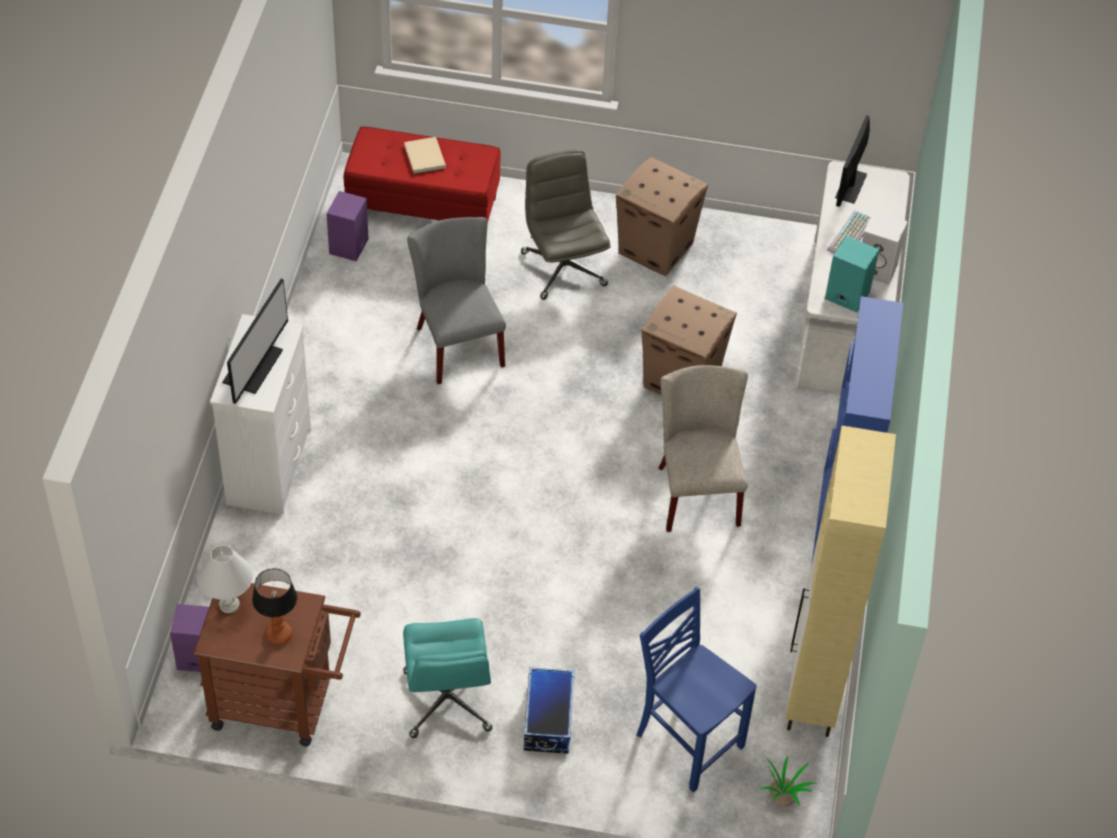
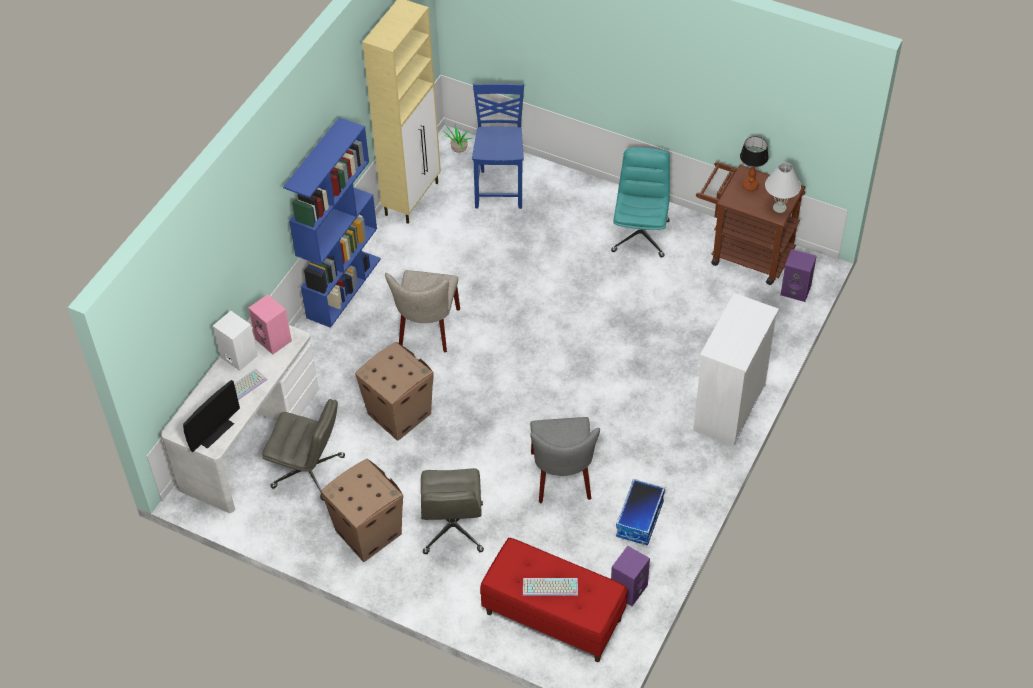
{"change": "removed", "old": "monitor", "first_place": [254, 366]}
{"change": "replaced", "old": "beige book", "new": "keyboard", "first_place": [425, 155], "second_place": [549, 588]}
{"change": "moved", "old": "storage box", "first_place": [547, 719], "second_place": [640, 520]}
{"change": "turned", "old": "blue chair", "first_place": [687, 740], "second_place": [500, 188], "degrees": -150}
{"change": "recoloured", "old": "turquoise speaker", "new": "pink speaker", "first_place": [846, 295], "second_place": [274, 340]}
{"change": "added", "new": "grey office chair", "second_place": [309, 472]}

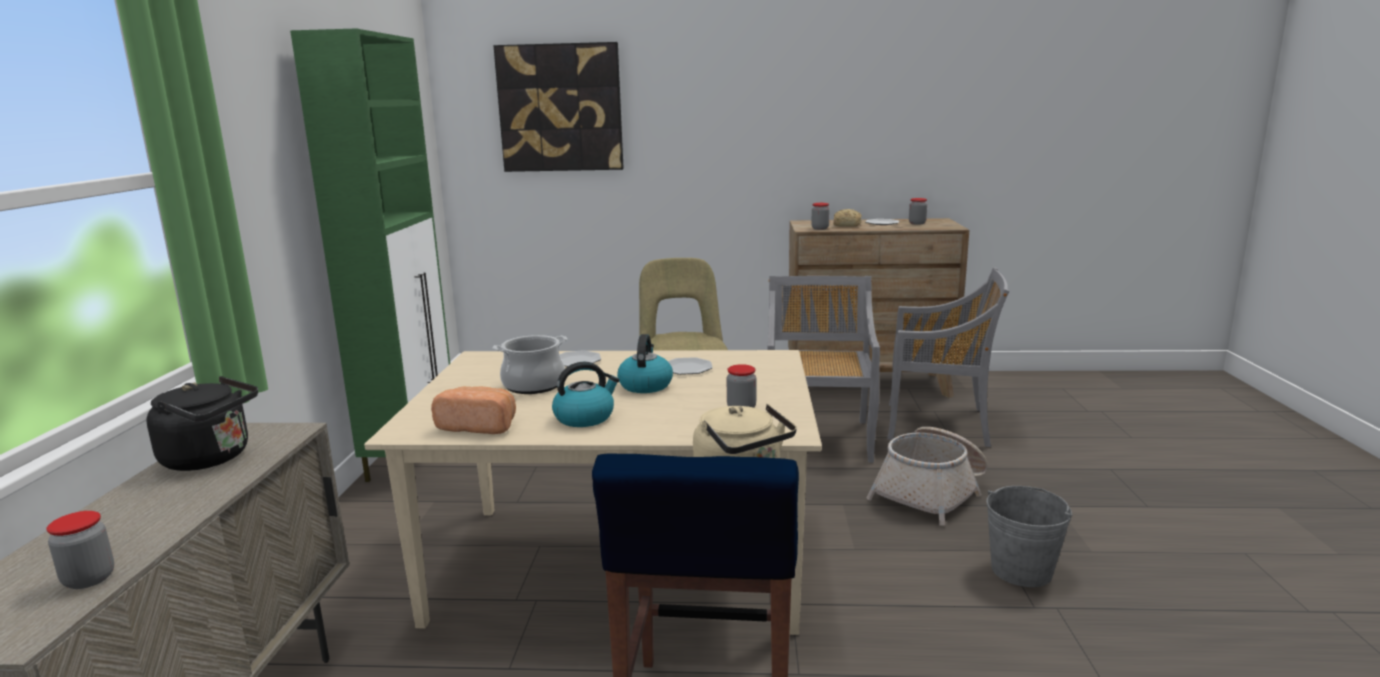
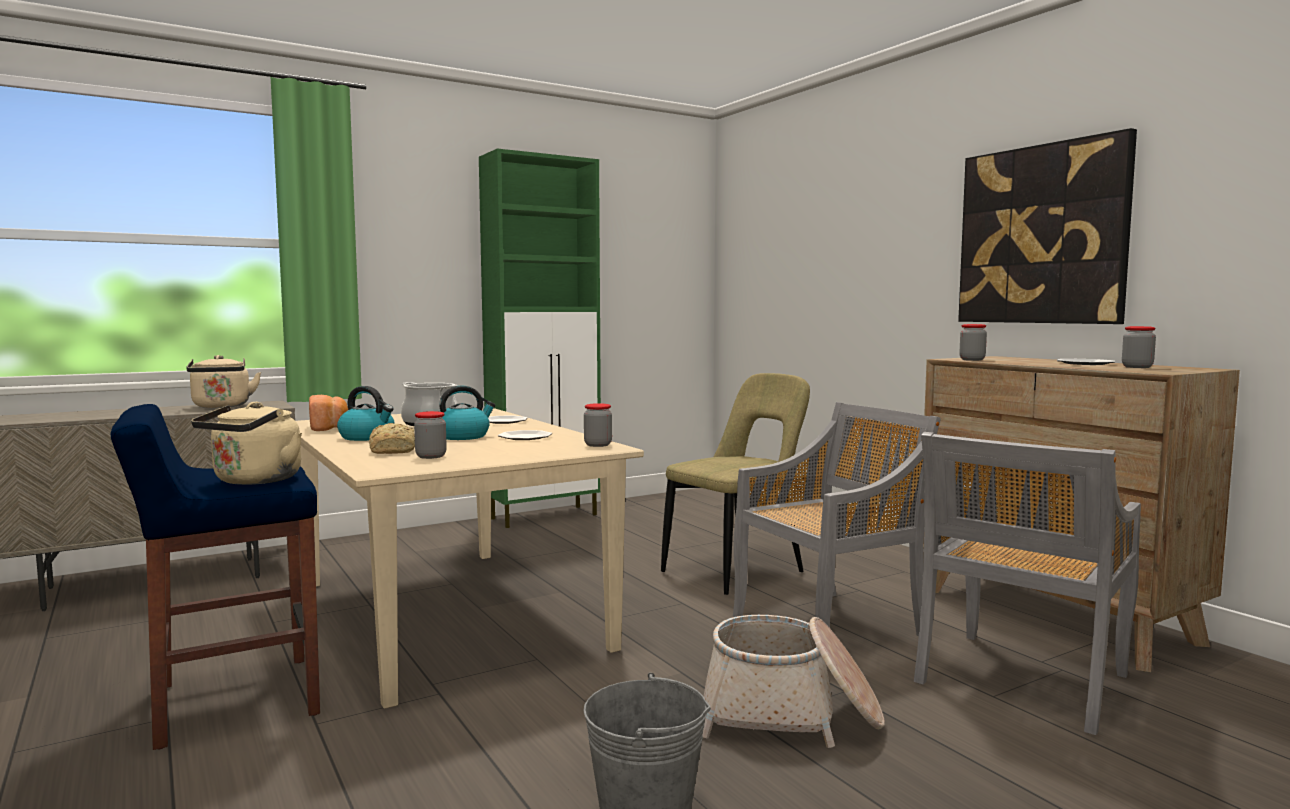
{"change": "moved", "old": "jar", "first_place": [89, 579], "second_place": [598, 445]}
{"change": "recoloured", "old": "black kettle", "new": "beige kettle", "first_place": [211, 458], "second_place": [222, 406]}
{"change": "moved", "old": "picture", "first_place": [560, 108], "second_place": [1041, 235]}
{"change": "moved", "old": "bread", "first_place": [846, 225], "second_place": [393, 451]}
{"change": "turned", "old": "grey chair", "first_place": [939, 424], "second_place": [1021, 681], "degrees": 60}

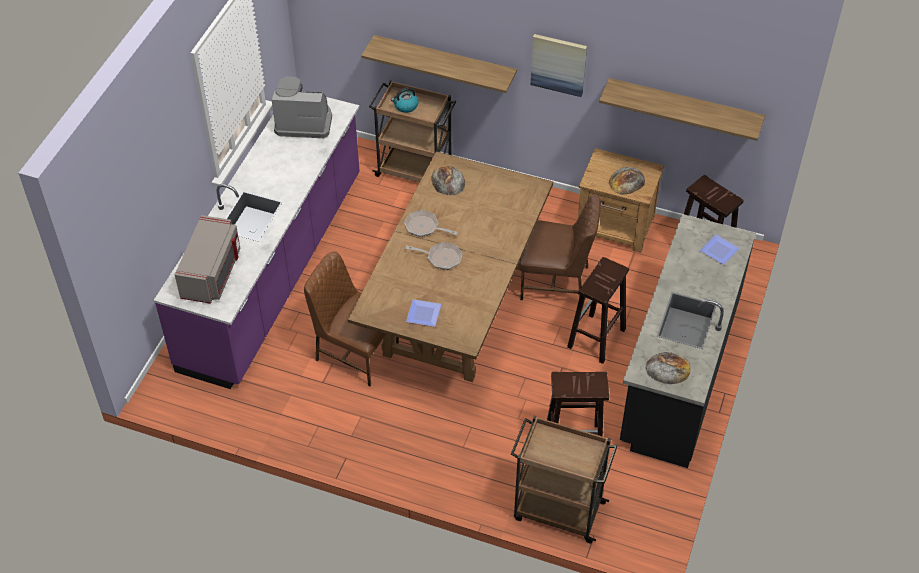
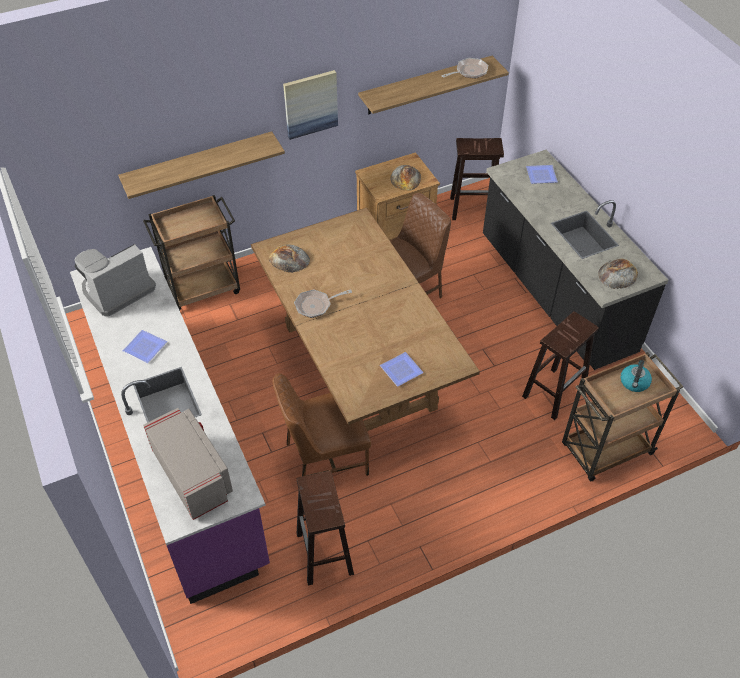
{"change": "moved", "old": "kettle", "first_place": [405, 106], "second_place": [634, 383]}
{"change": "moved", "old": "frying pan", "first_place": [441, 258], "second_place": [469, 72]}
{"change": "moved", "old": "brown stool", "first_place": [596, 339], "second_place": [325, 554]}
{"change": "added", "new": "plate", "second_place": [145, 346]}

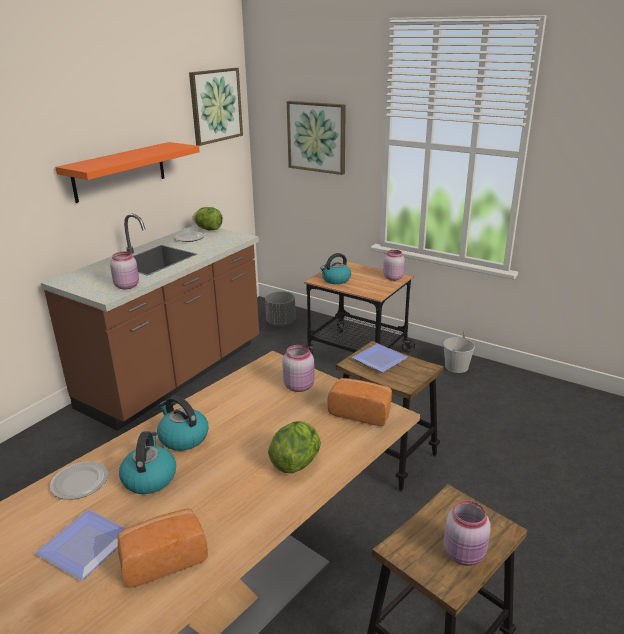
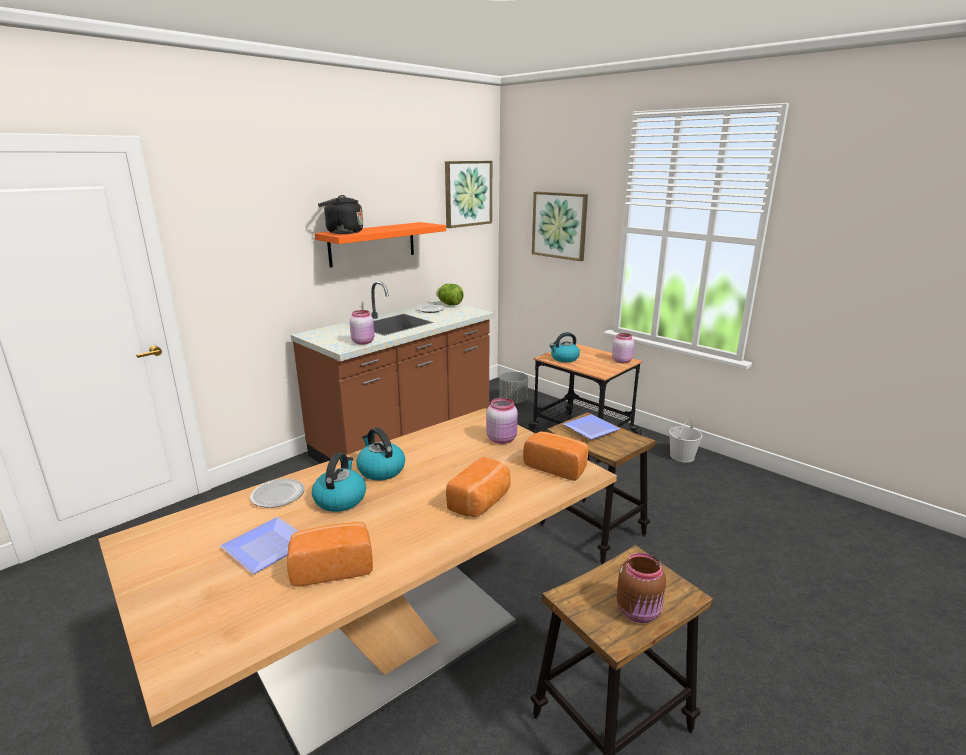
{"change": "replaced", "old": "lettuce", "new": "bread", "first_place": [296, 462], "second_place": [481, 502]}
{"change": "recoloured", "old": "pink jar", "new": "brown jar", "first_place": [465, 554], "second_place": [639, 612]}
{"change": "added", "new": "black kettle", "second_place": [342, 232]}

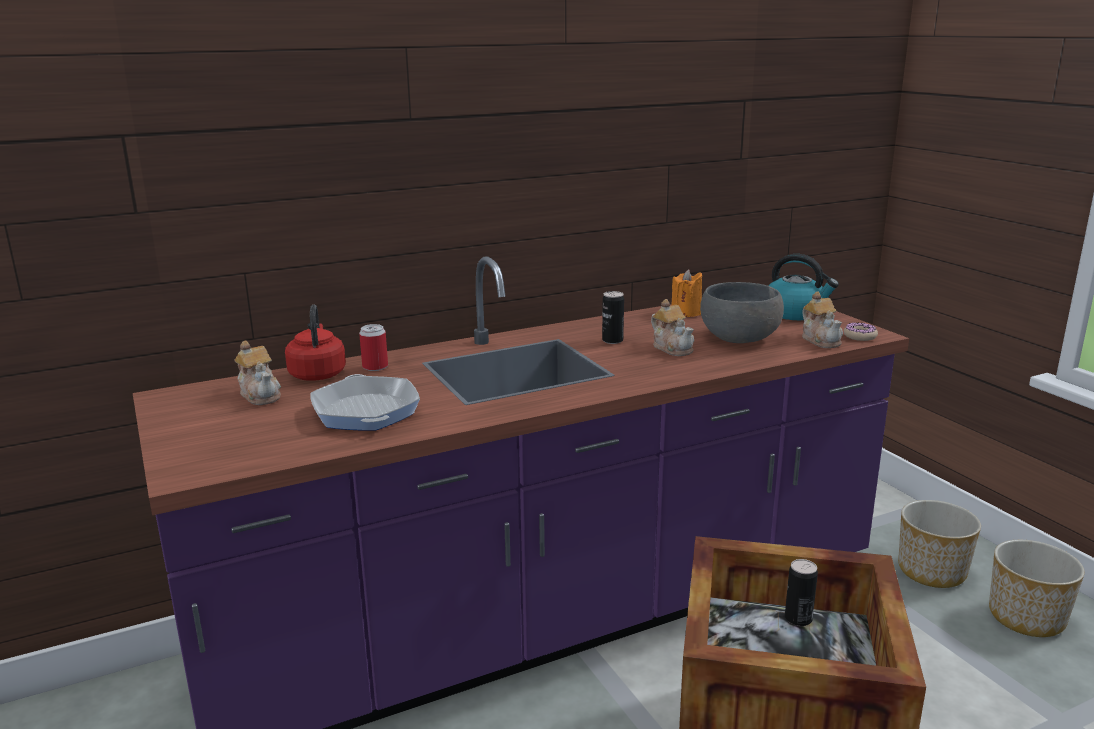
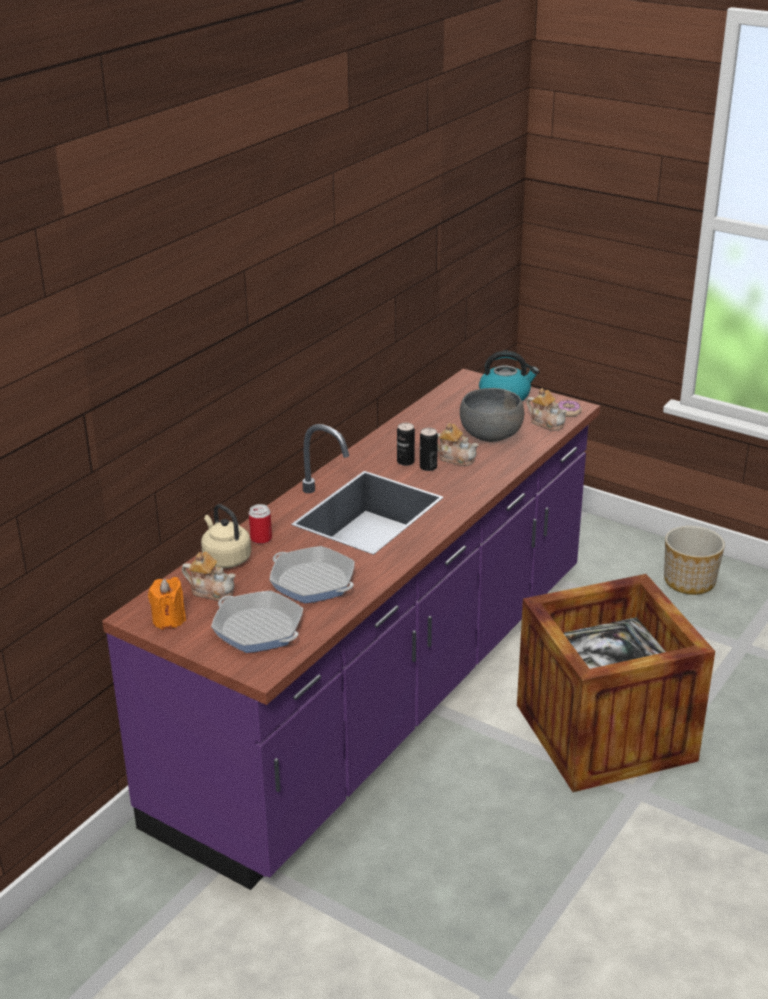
{"change": "recoloured", "old": "red kettle", "new": "beige kettle", "first_place": [317, 374], "second_place": [225, 558]}
{"change": "moved", "old": "orange candle", "first_place": [686, 313], "second_place": [169, 620]}
{"change": "moved", "old": "can", "first_place": [798, 619], "second_place": [428, 467]}
{"change": "removed", "old": "planter", "first_place": [932, 571]}
{"change": "added", "new": "frying pan", "second_place": [258, 629]}

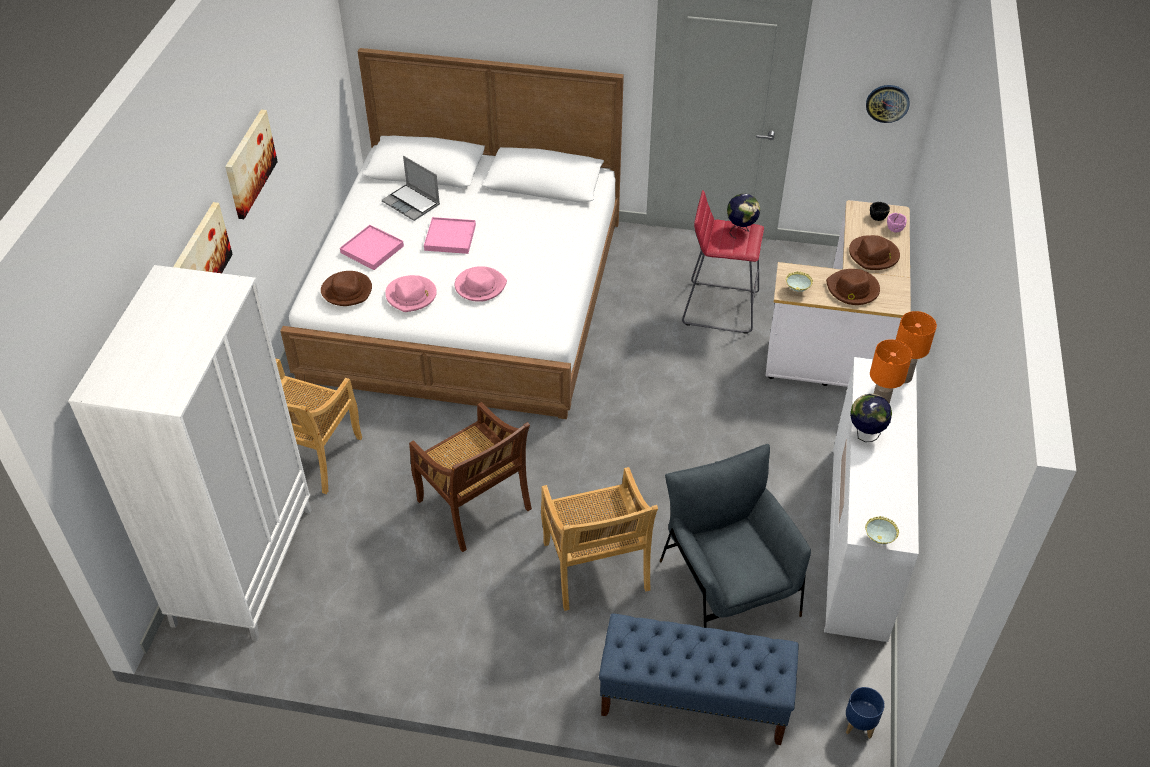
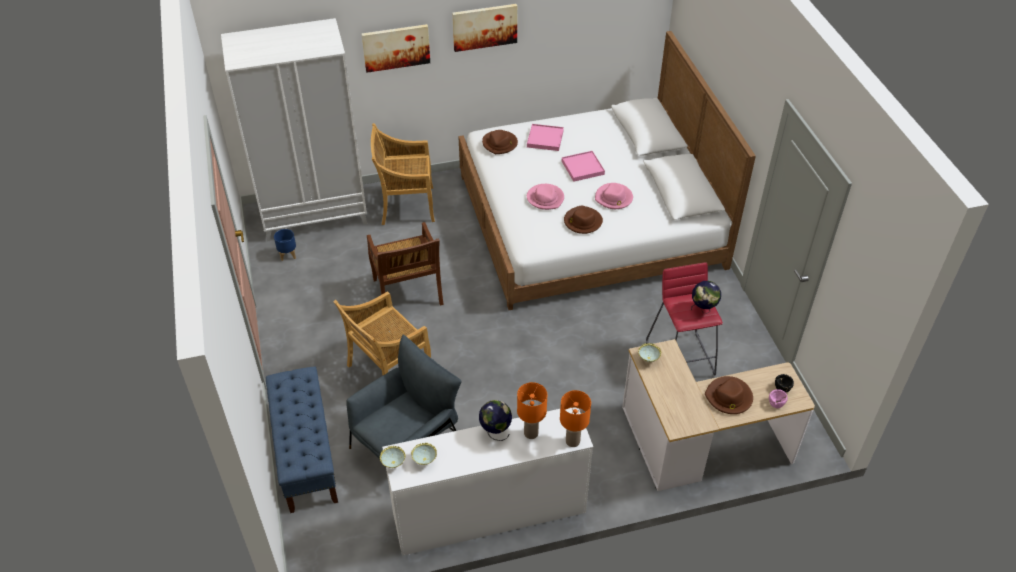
{"change": "removed", "old": "laptop", "first_place": [412, 203]}
{"change": "moved", "old": "pink hat", "first_place": [411, 295], "second_place": [614, 198]}
{"change": "turned", "old": "brown chair", "first_place": [475, 506], "second_place": [408, 293], "degrees": -45}
{"change": "moved", "old": "brown hat", "first_place": [852, 289], "second_place": [582, 222]}
{"change": "moved", "old": "blue planter", "first_place": [859, 725], "second_place": [287, 255]}
{"change": "removed", "old": "wall clock", "first_place": [887, 103]}
{"change": "added", "new": "bowl", "second_place": [424, 461]}

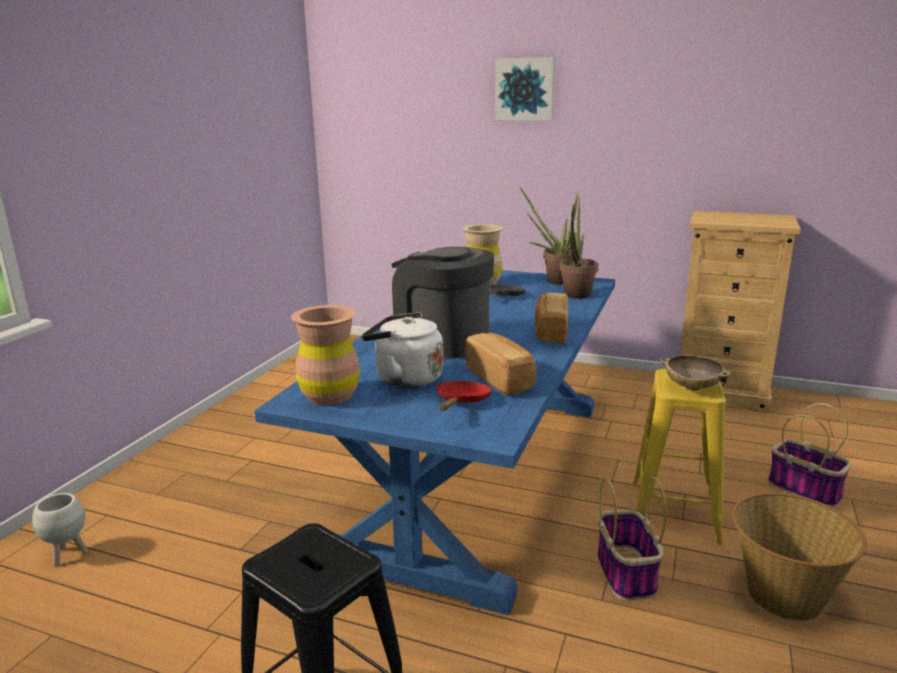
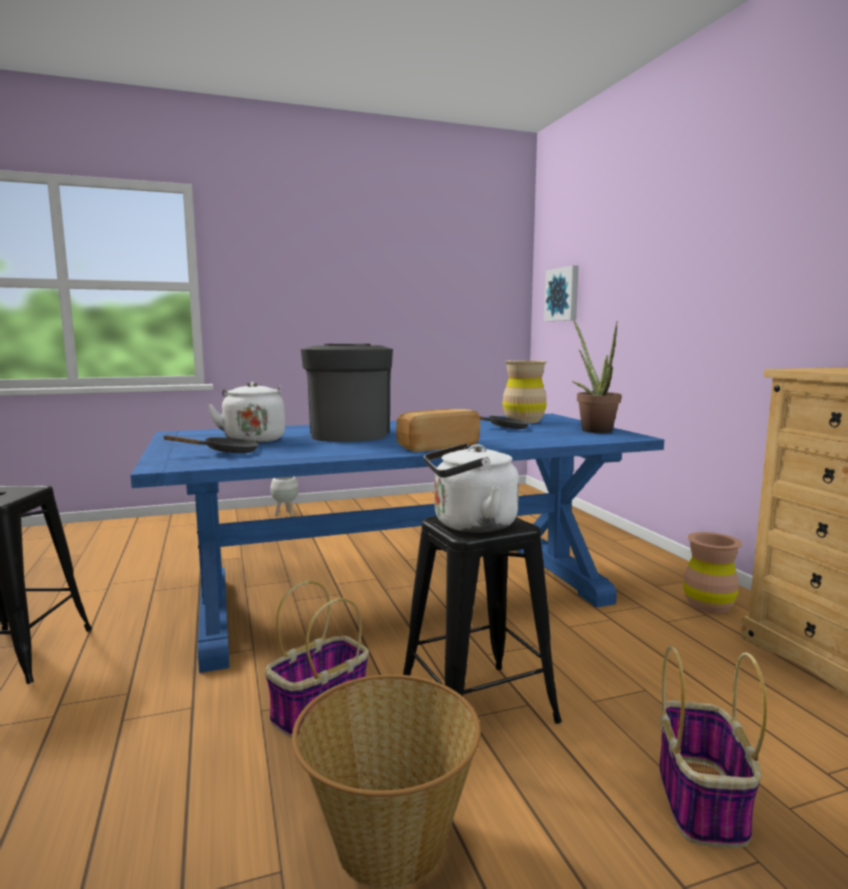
{"change": "moved", "old": "white planter", "first_place": [67, 555], "second_place": [285, 514]}
{"change": "moved", "old": "brown vase", "first_place": [330, 395], "second_place": [708, 605]}
{"change": "recoloured", "old": "red frying pan", "new": "black frying pan", "first_place": [462, 401], "second_place": [225, 453]}
{"change": "removed", "old": "bread", "first_place": [500, 379]}
{"change": "moved", "old": "picture", "first_place": [525, 89], "second_place": [563, 294]}
{"change": "removed", "old": "potted plant", "first_place": [576, 296]}
{"change": "recoloured", "old": "yellow stool", "new": "black stool", "first_place": [674, 511], "second_place": [477, 707]}
{"change": "replaced", "old": "beige bowl", "new": "white kettle", "first_place": [692, 387], "second_place": [469, 525]}

